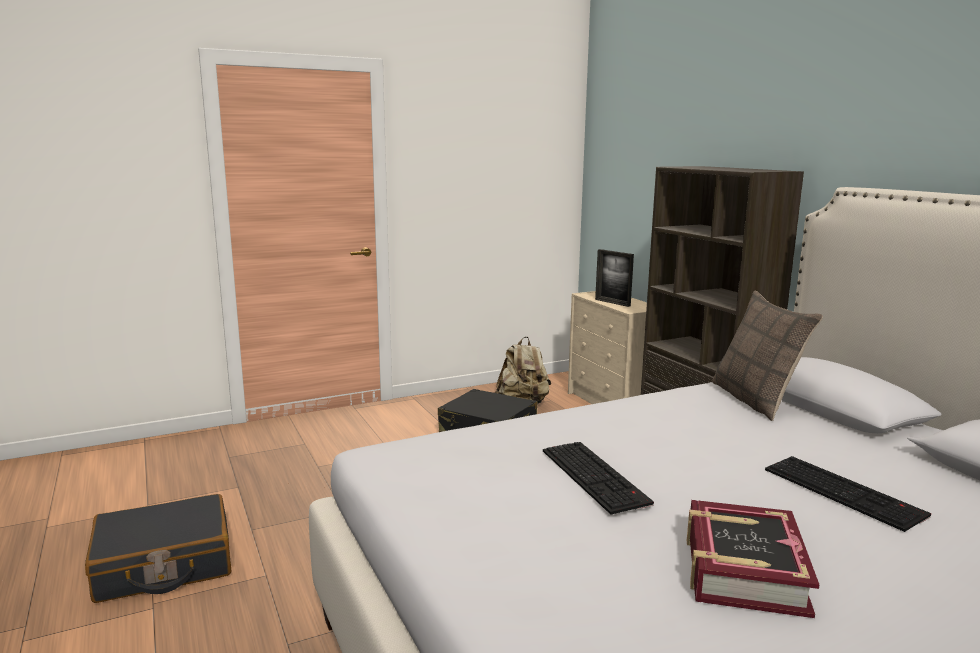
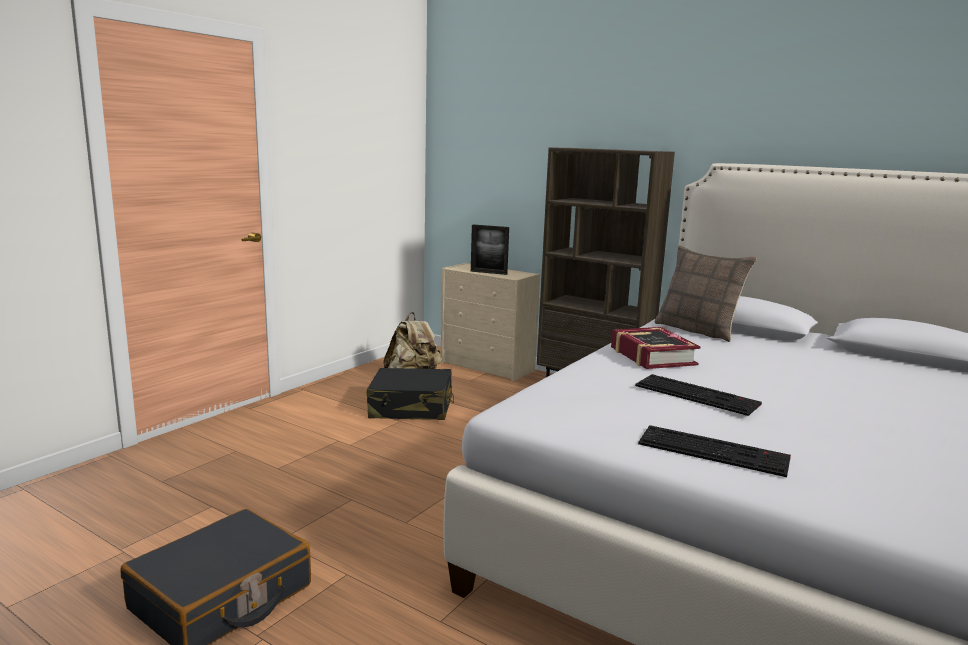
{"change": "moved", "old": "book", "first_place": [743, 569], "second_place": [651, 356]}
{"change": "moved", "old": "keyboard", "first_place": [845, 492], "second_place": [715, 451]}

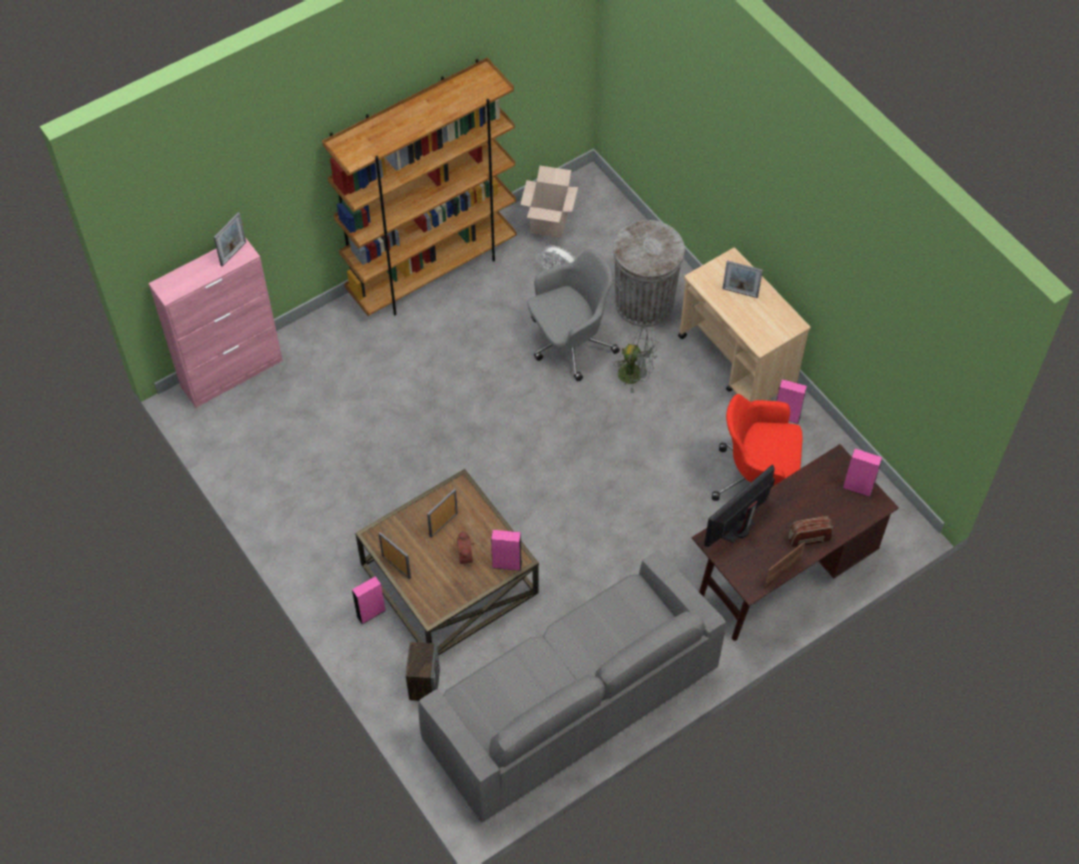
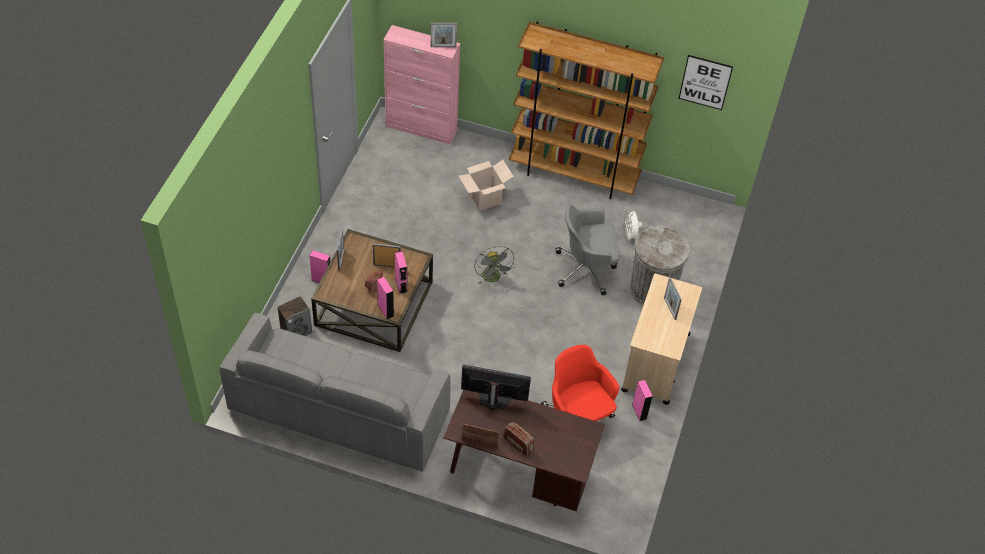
{"change": "moved", "old": "cardboard box", "first_place": [549, 222], "second_place": [484, 198]}
{"change": "turned", "old": "grey office chair", "first_place": [569, 343], "second_place": [586, 268], "degrees": 150}
{"change": "moved", "old": "grey fan", "first_place": [636, 374], "second_place": [493, 278]}
{"change": "moved", "old": "pink speaker", "first_place": [857, 488], "second_place": [401, 285]}
{"change": "added", "new": "picture", "second_place": [705, 82]}

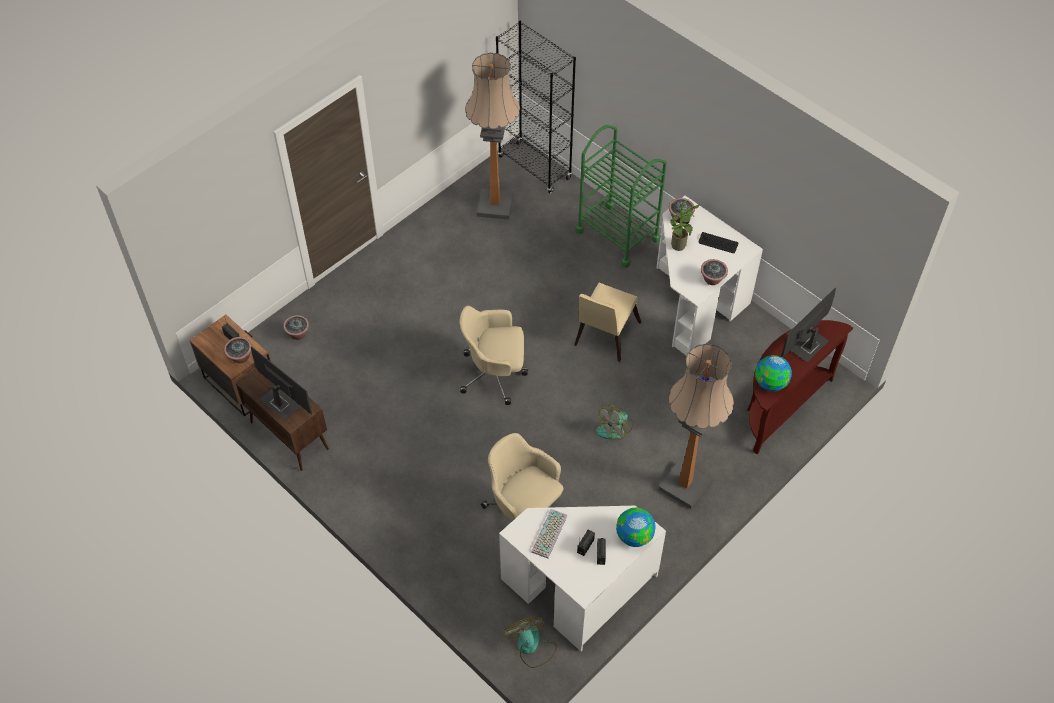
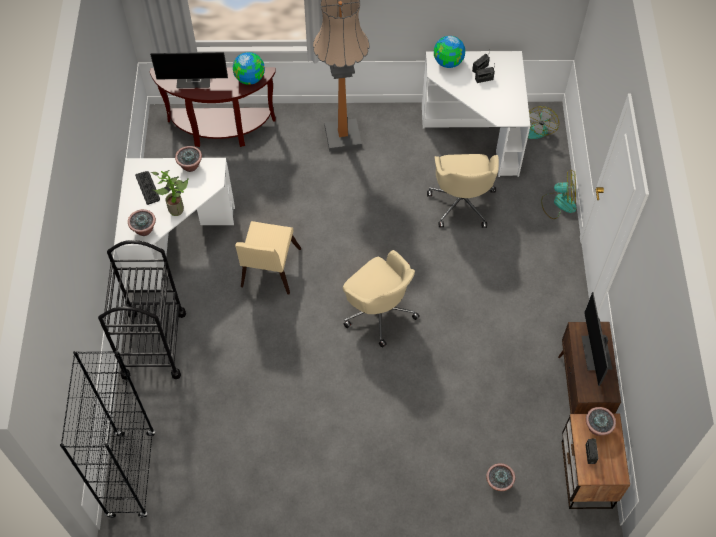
{"change": "removed", "old": "floor lamp", "first_place": [495, 205]}
{"change": "removed", "old": "keyboard", "first_place": [550, 534]}
{"change": "turned", "old": "beige chair", "first_place": [604, 336], "second_place": [269, 271], "degrees": 120}
{"change": "recoloured", "old": "green cart", "new": "black cart", "first_place": [617, 235], "second_place": [154, 344]}
{"change": "moved", "old": "fan", "first_place": [615, 428], "second_place": [559, 203]}

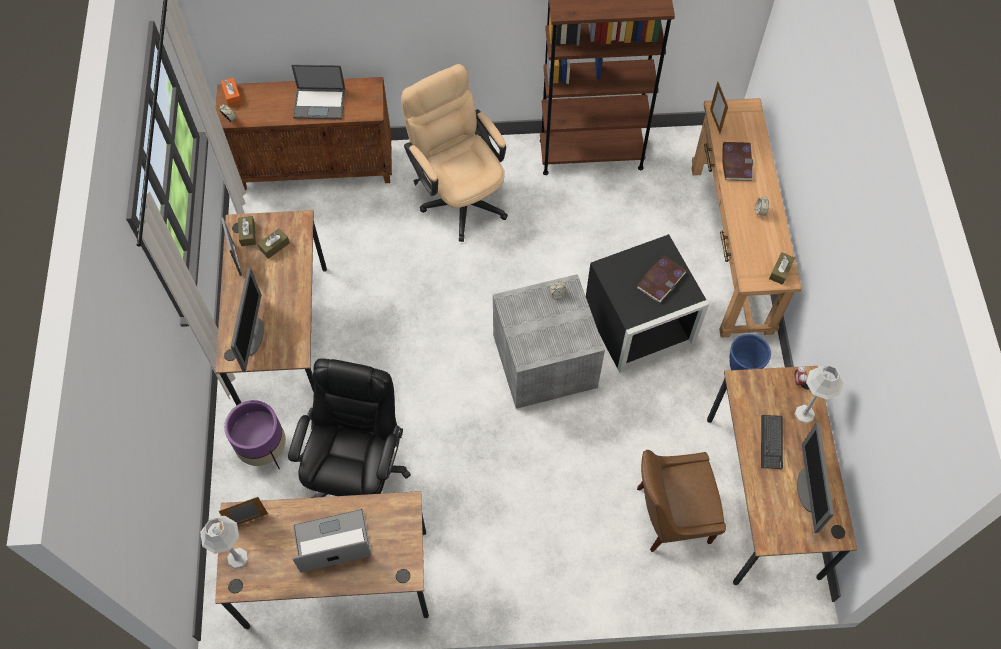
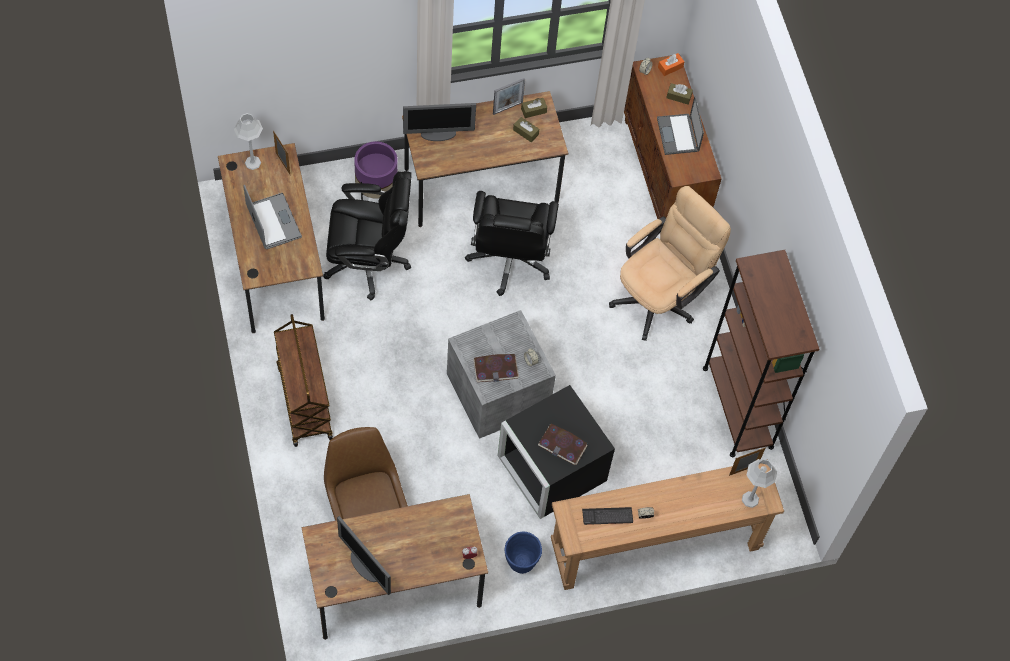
{"change": "moved", "old": "book", "first_place": [736, 162], "second_place": [495, 369]}
{"change": "moved", "old": "keyboard", "first_place": [771, 442], "second_place": [607, 516]}
{"change": "moved", "old": "brown tissue box", "first_place": [780, 271], "second_place": [678, 96]}
{"change": "moved", "old": "grey table lamp", "first_place": [804, 414], "second_place": [750, 499]}
{"change": "turned", "old": "monitor", "first_place": [808, 490], "second_place": [365, 566], "degrees": -120}
{"change": "added", "new": "brown cart", "second_place": [304, 401]}
{"change": "added", "new": "black office chair", "second_place": [509, 260]}

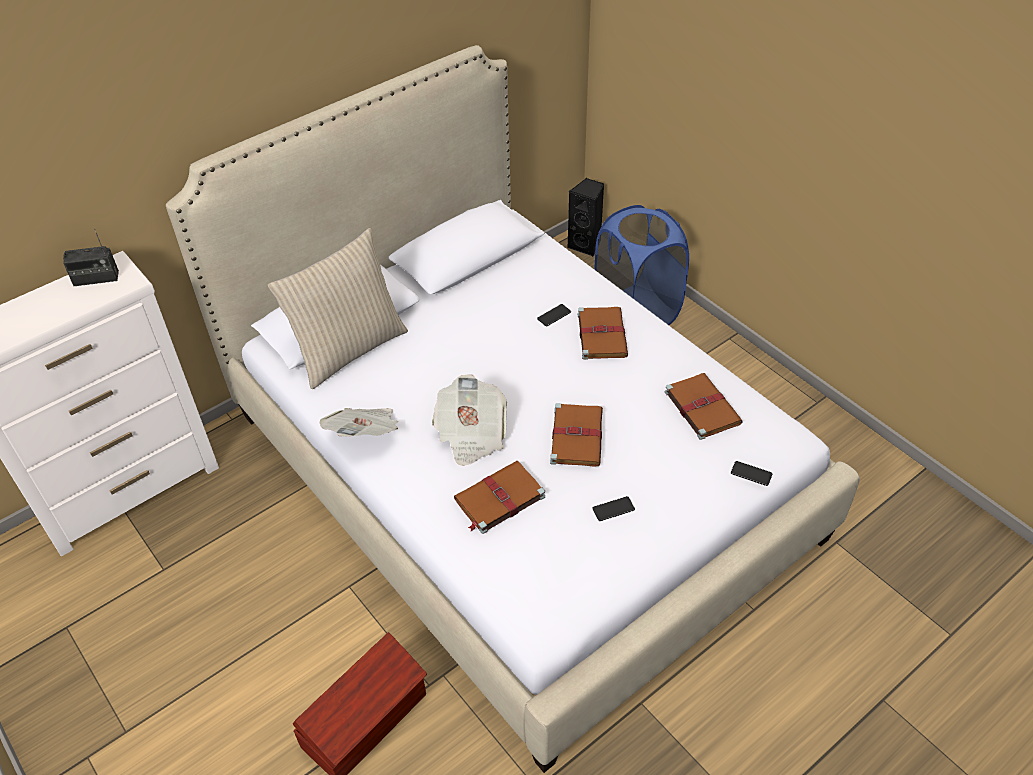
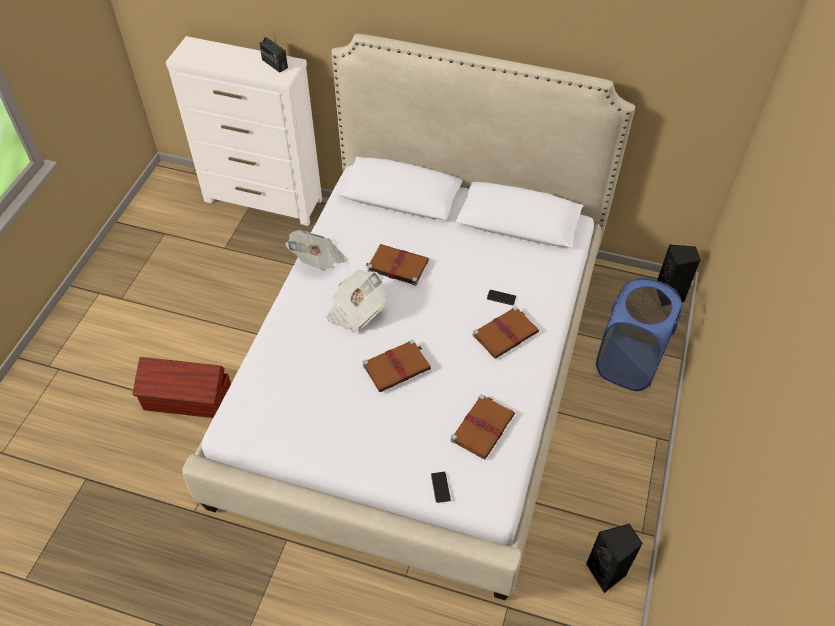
{"change": "removed", "old": "beige pillow", "first_place": [349, 349]}
{"change": "moved", "old": "brown book", "first_place": [498, 499], "second_place": [396, 265]}
{"change": "removed", "old": "phone", "first_place": [613, 509]}
{"change": "added", "new": "black speaker", "second_place": [607, 572]}

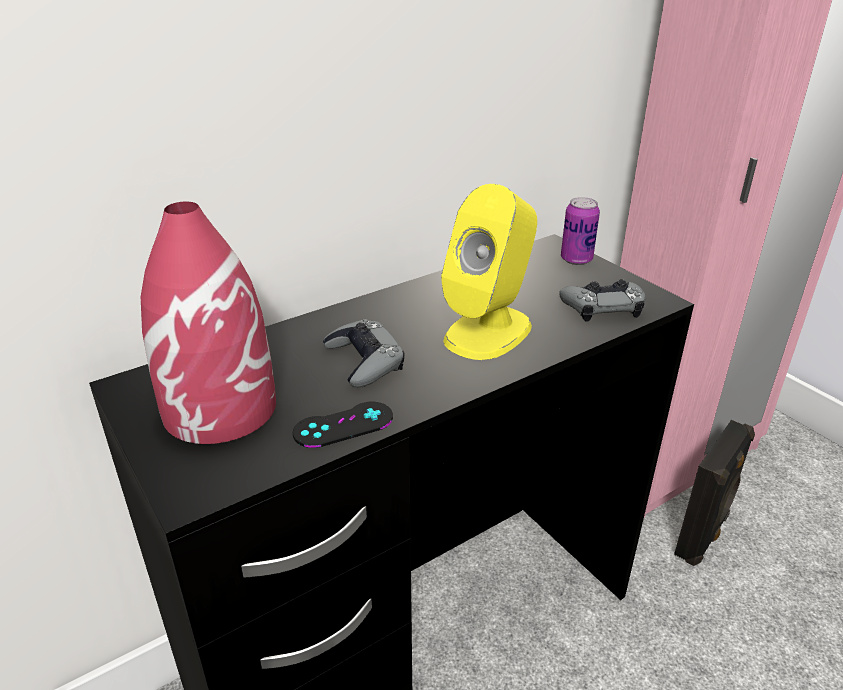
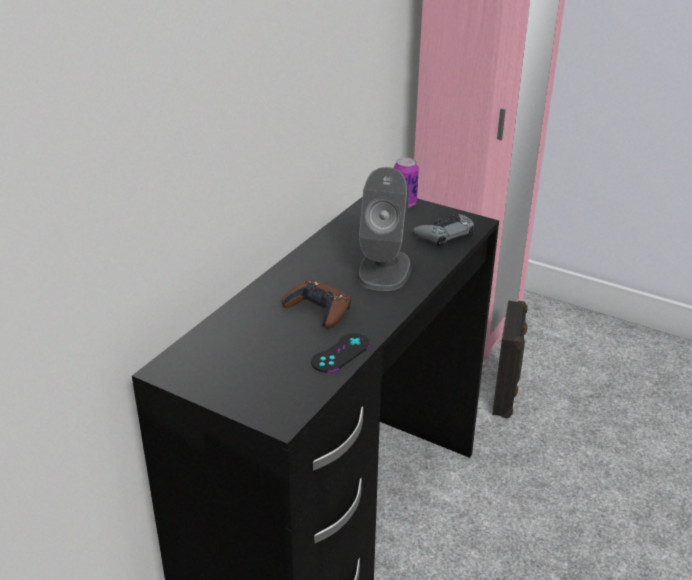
{"change": "removed", "old": "red vase", "first_place": [220, 408]}
{"change": "recoloured", "old": "grey game controller", "new": "brown game controller", "first_place": [364, 361], "second_place": [318, 310]}
{"change": "recoloured", "old": "yellow speaker", "new": "grey speaker", "first_place": [488, 332], "second_place": [384, 270]}

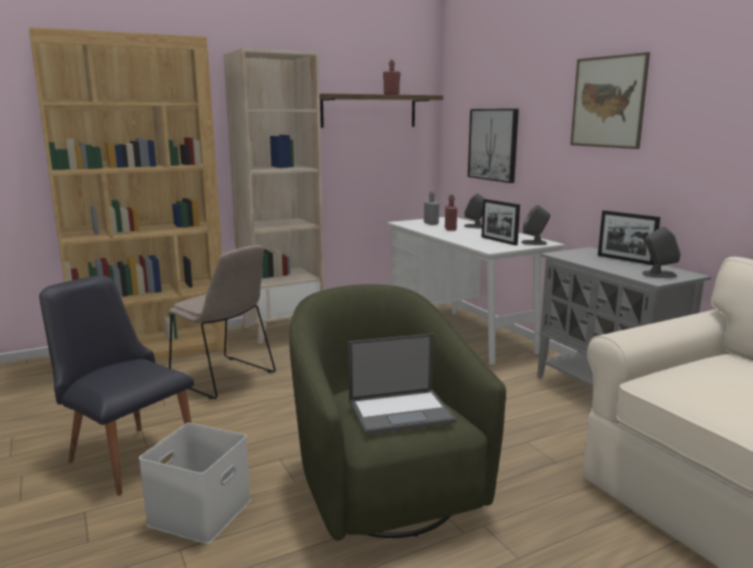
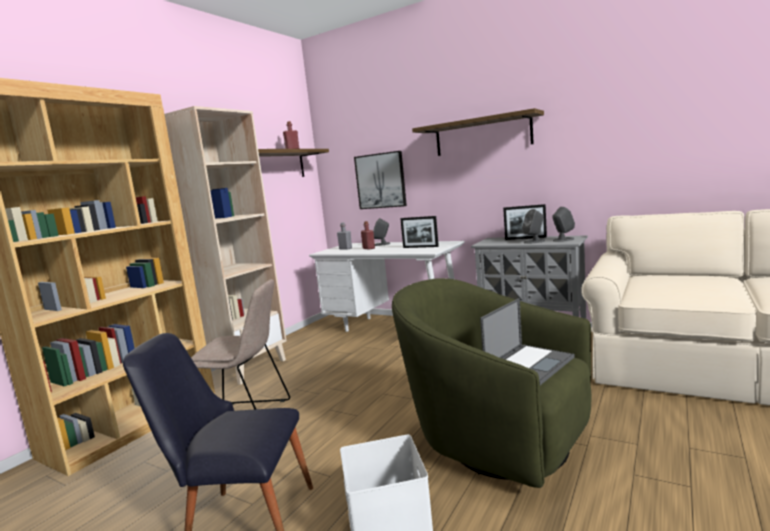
{"change": "moved", "old": "grey speaker", "first_place": [534, 243], "second_place": [534, 241]}
{"change": "replaced", "old": "picture", "new": "shelf", "first_place": [608, 102], "second_place": [482, 135]}

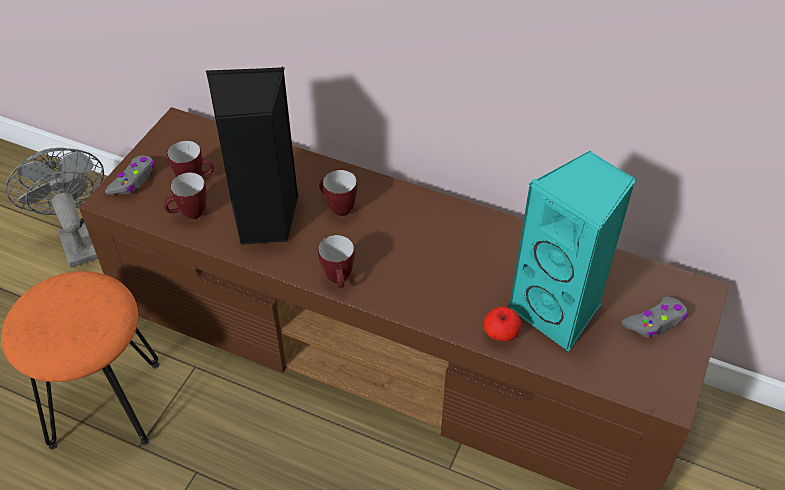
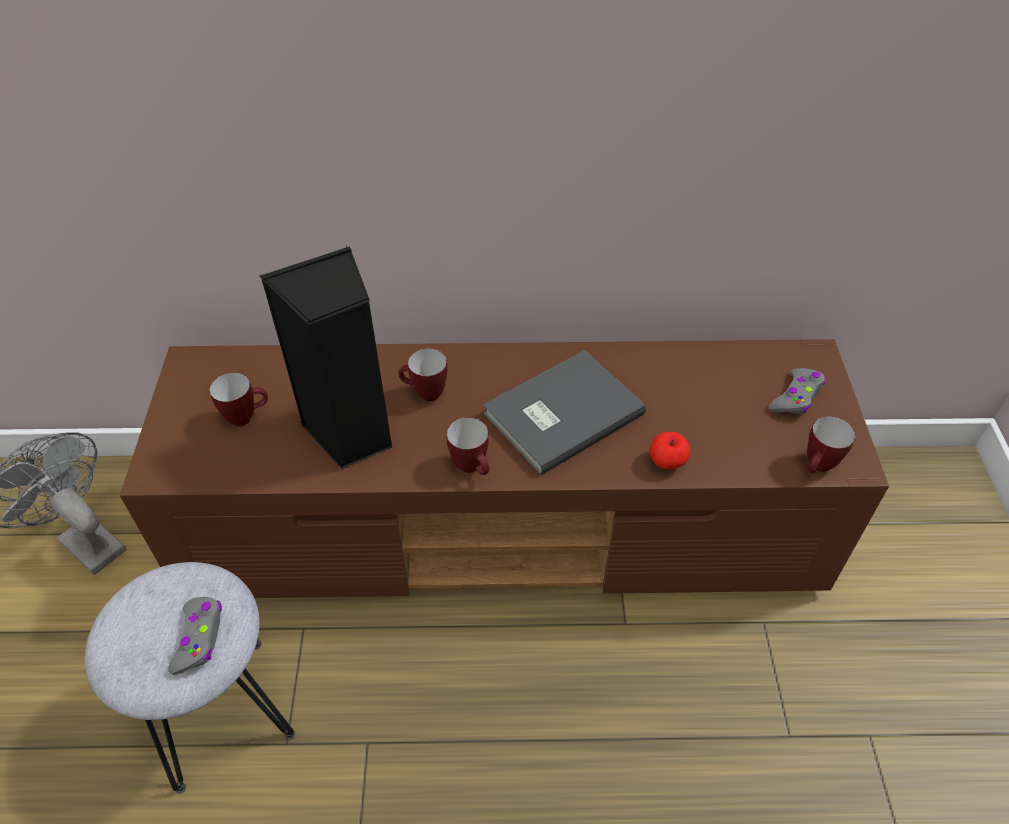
{"change": "recoloured", "old": "orange stool", "new": "grey stool", "first_place": [106, 403], "second_place": [220, 711]}
{"change": "moved", "old": "grey game controller", "first_place": [133, 180], "second_place": [199, 638]}
{"change": "moved", "old": "mug", "first_place": [189, 215], "second_place": [817, 468]}
{"change": "removed", "old": "turquoise speaker", "first_place": [559, 311]}
{"change": "added", "new": "grey book", "second_place": [559, 413]}

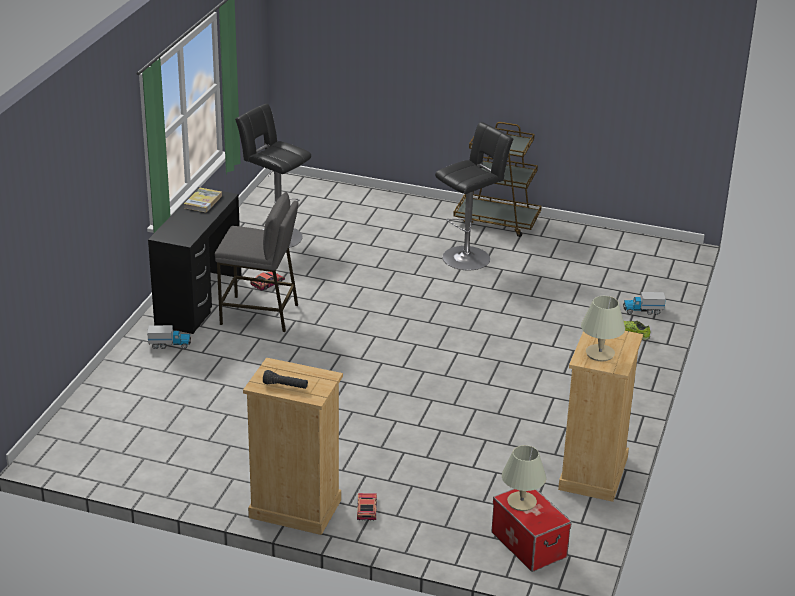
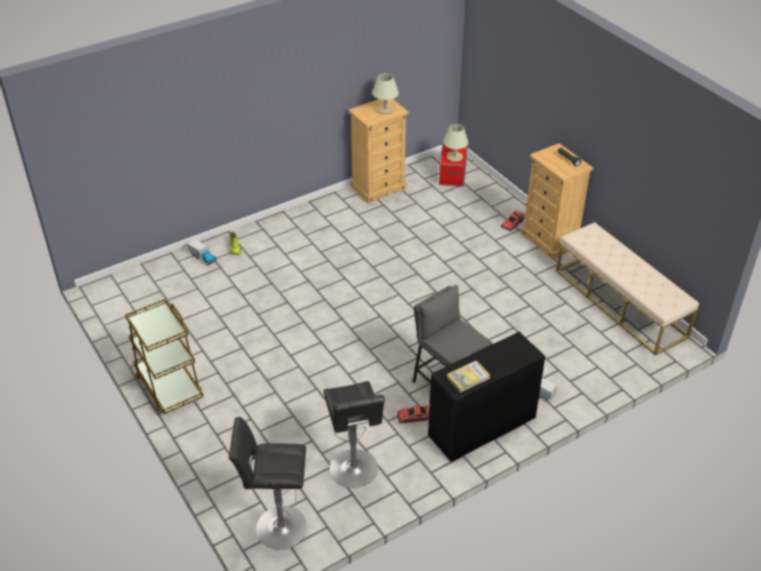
{"change": "moved", "old": "black stool", "first_place": [469, 257], "second_place": [277, 527]}
{"change": "added", "new": "beige bench", "second_place": [620, 303]}

